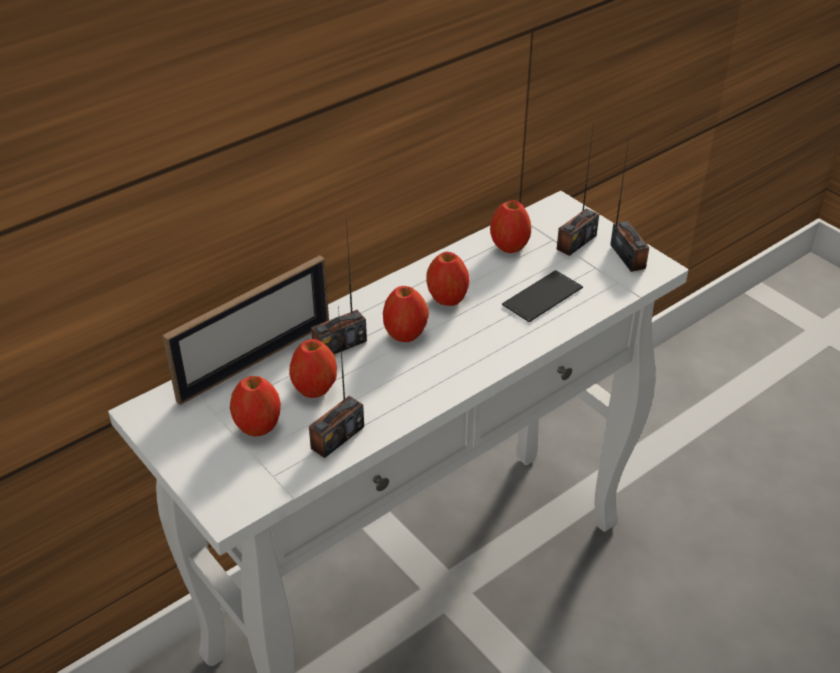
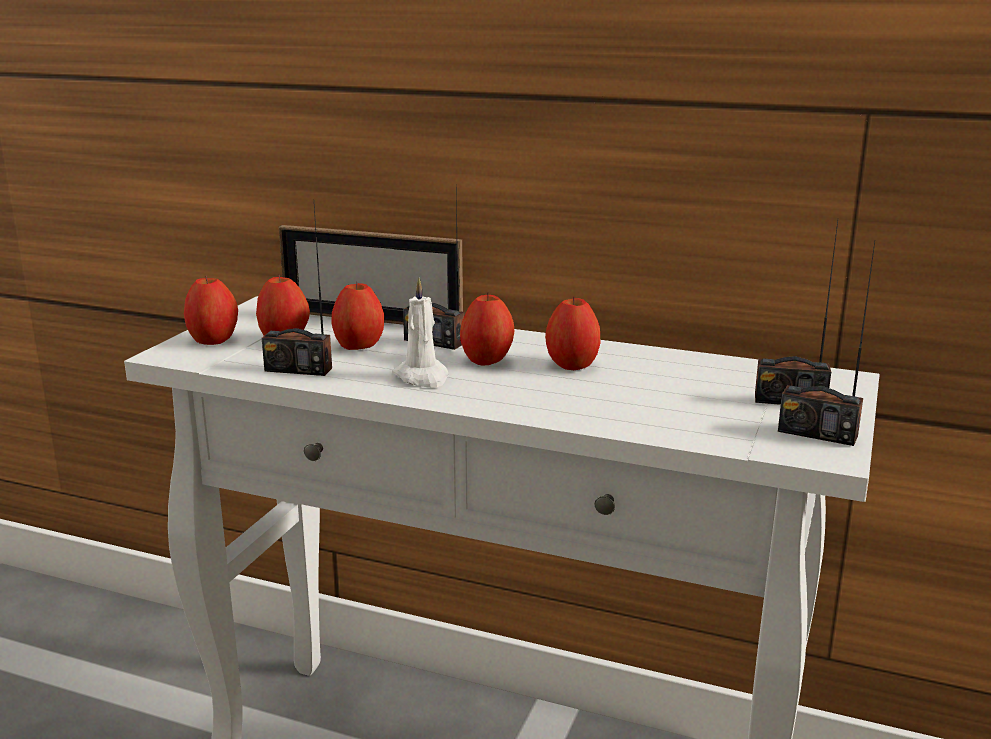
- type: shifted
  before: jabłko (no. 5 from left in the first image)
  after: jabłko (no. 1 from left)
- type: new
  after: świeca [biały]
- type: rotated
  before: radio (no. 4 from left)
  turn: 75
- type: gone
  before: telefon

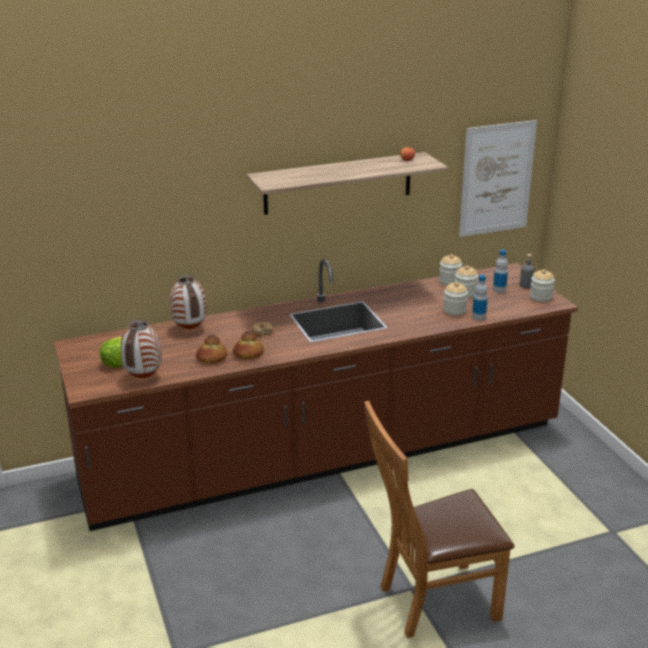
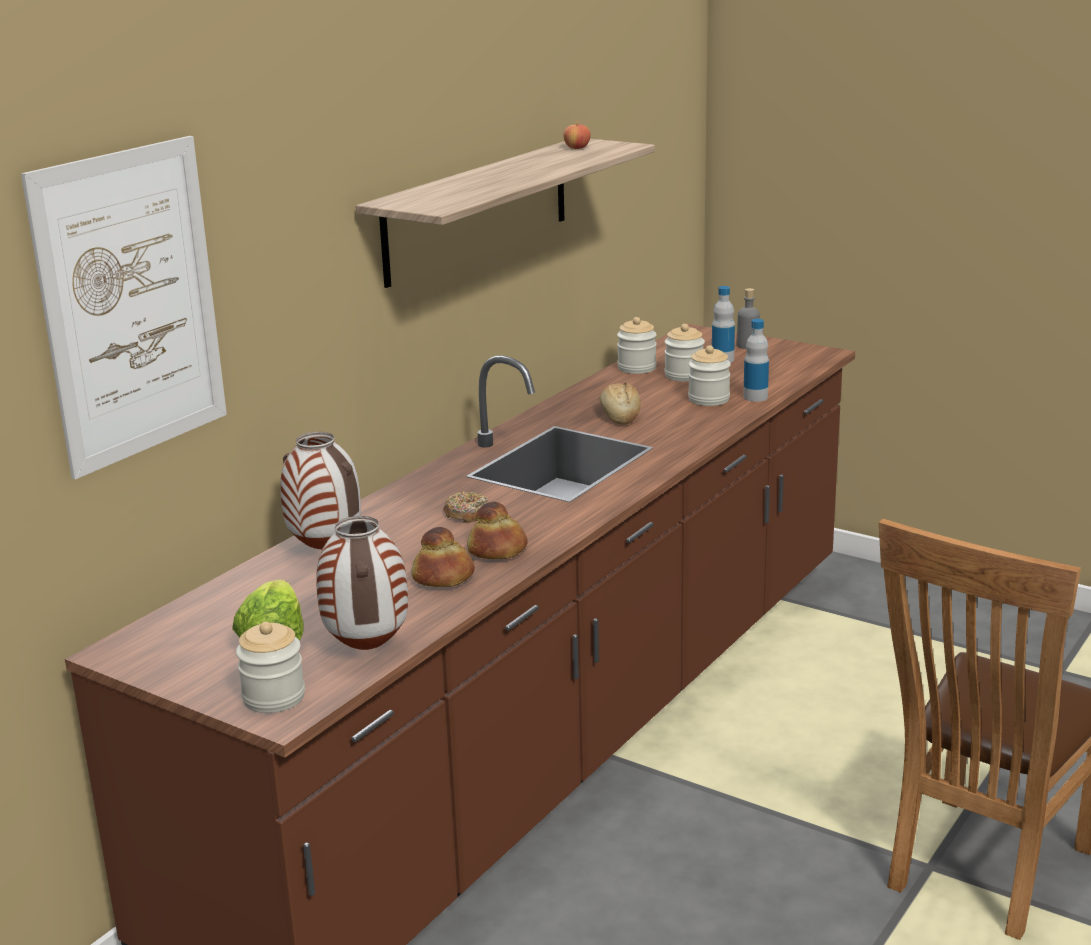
- type: shifted
  before: obraz
- type: shifted
  before: słoik (no. 4 from left in the first image)
  after: słoik (no. 1 from left)
- type: new
  after: chleb (no. 3 from left)

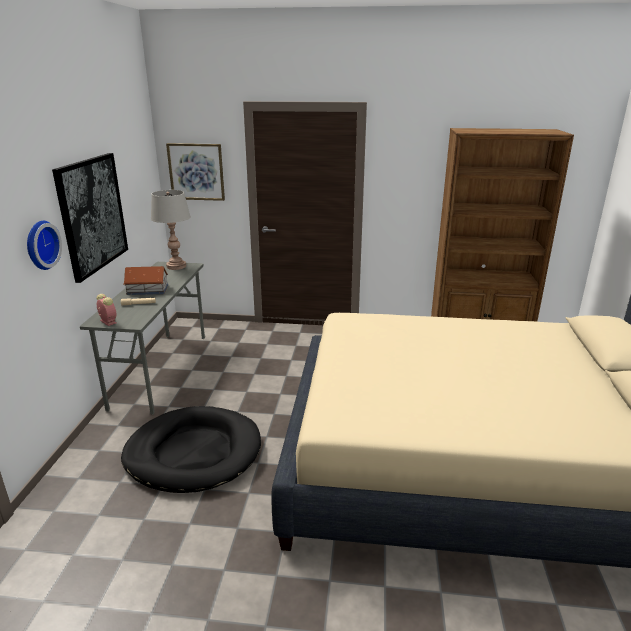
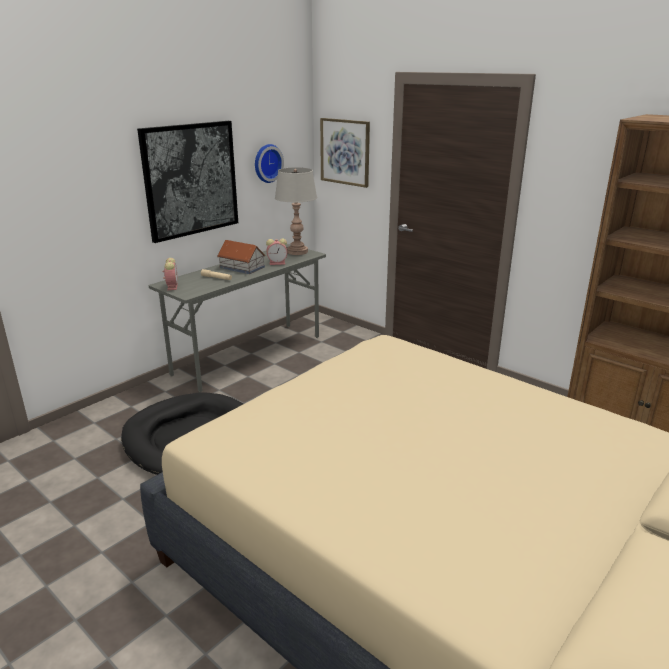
- type: shifted
  before: zegar ścienny
- type: new
  after: budzik (no. 2 from left)

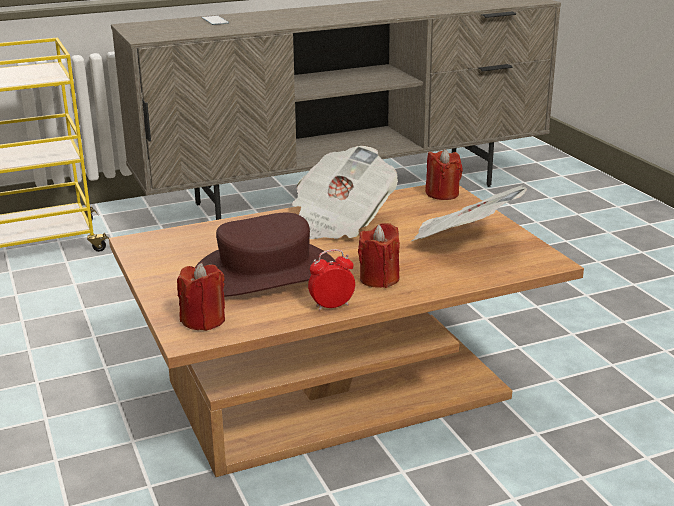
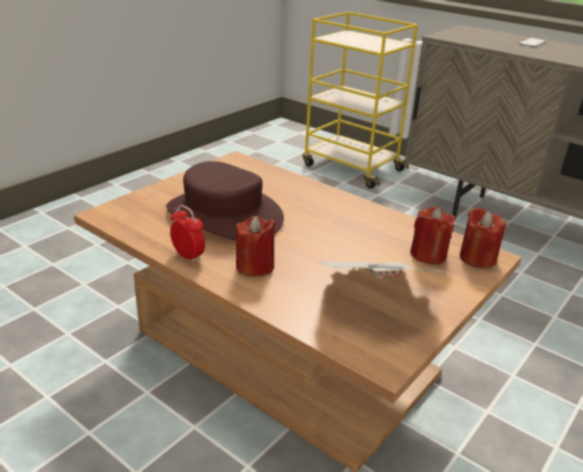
- type: shifted
  before: świeca [czerwony] (no. 1 from left in the first image)
  after: świeca [czerwony] (no. 2 from left)
- type: gone
  before: gazeta (no. 1 from left)

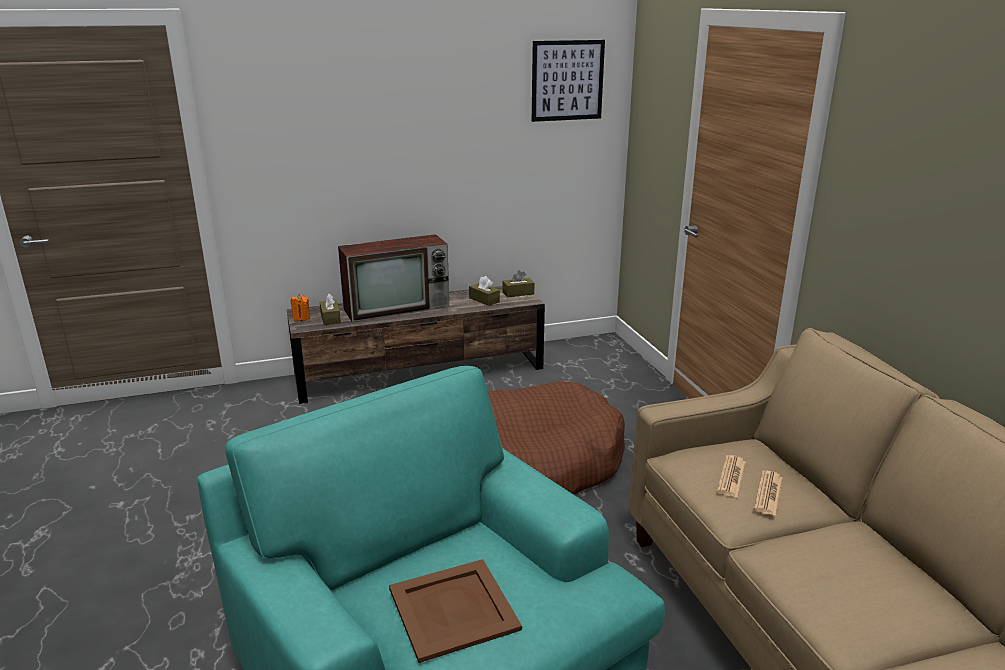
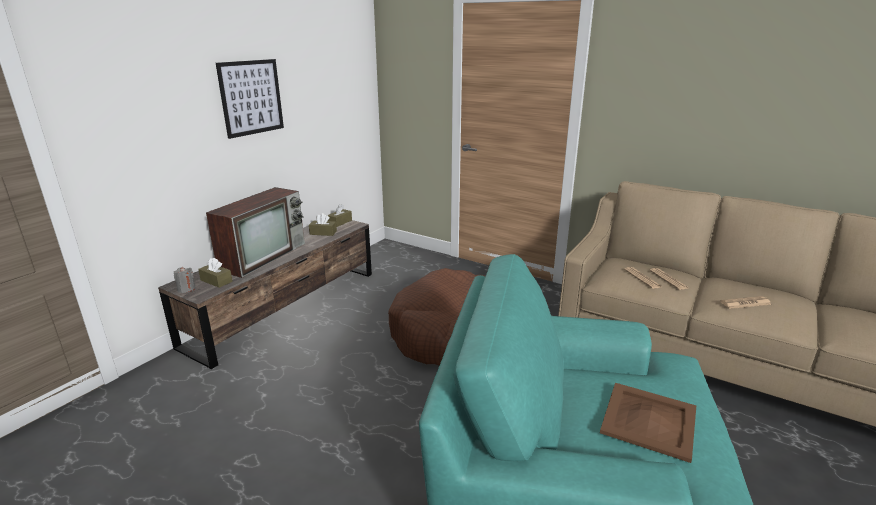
- type: repainted
  before: świeca [pomarańczowy]
  after: świeca [szary]
- type: shifted
  before: obraz
- type: new
  after: gazeta (no. 3 from left)

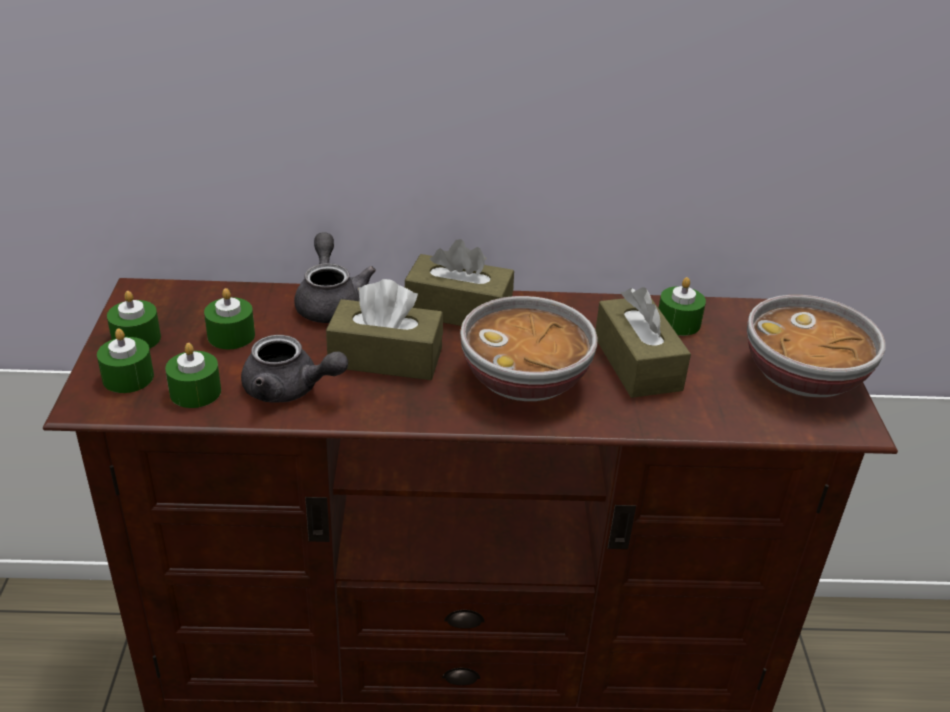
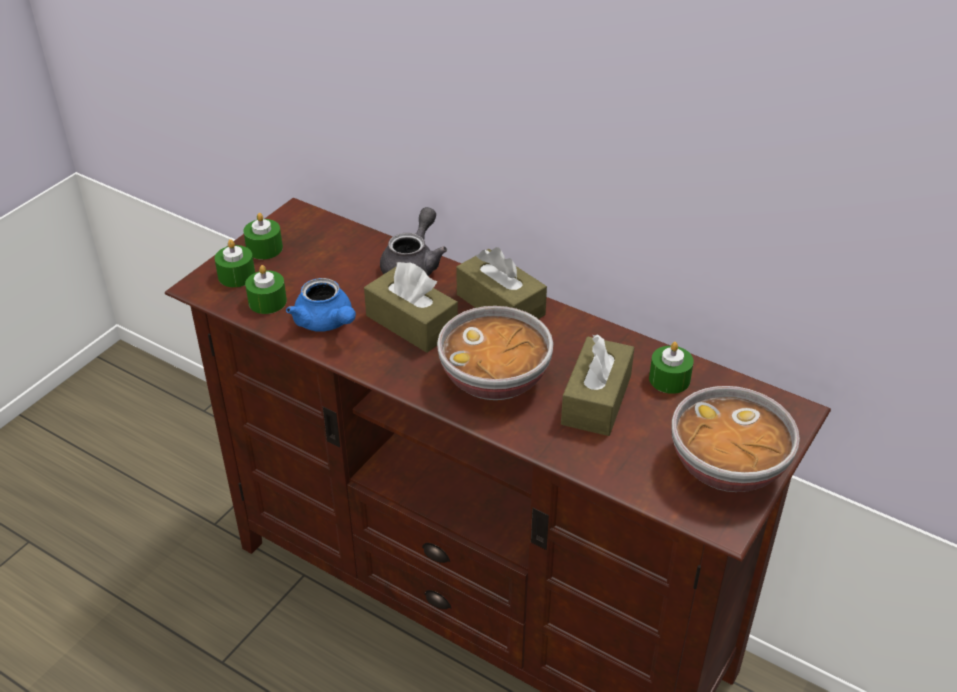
- type: repainted
  before: imbryk [szary] (no. 1 from left)
  after: imbryk [niebieski]
- type: gone
  before: świeca [zielony] (no. 4 from left)

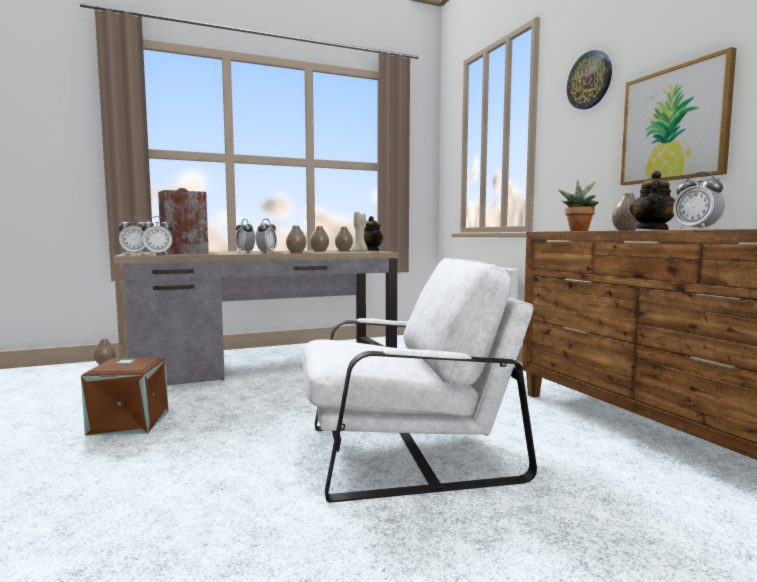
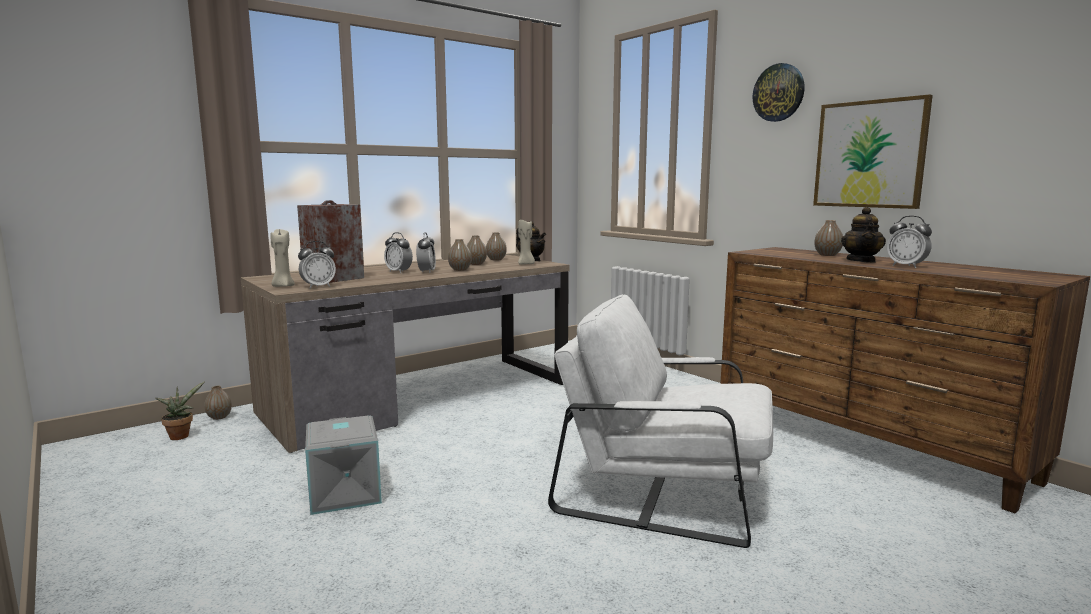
- type: shifted
  before: roślina doniczkowa
- type: swapped
  before: budzik (no. 1 from left)
  after: świeca [beżowy] (no. 1 from left)
- type: repainted
  before: pojemnik do przechowywania [brązowy]
  after: pojemnik do przechowywania [szary]
- type: rotated
  before: fotel [biały]
  turn: -135

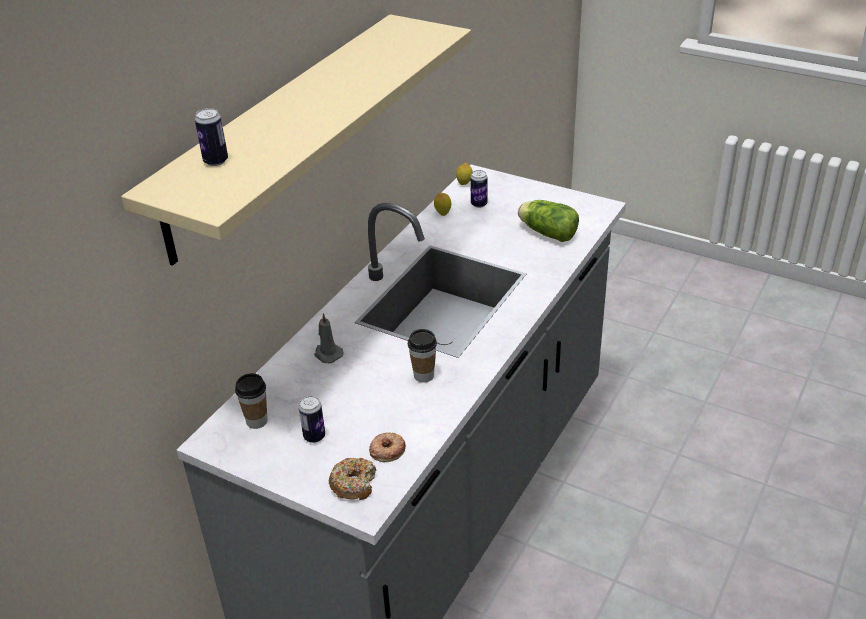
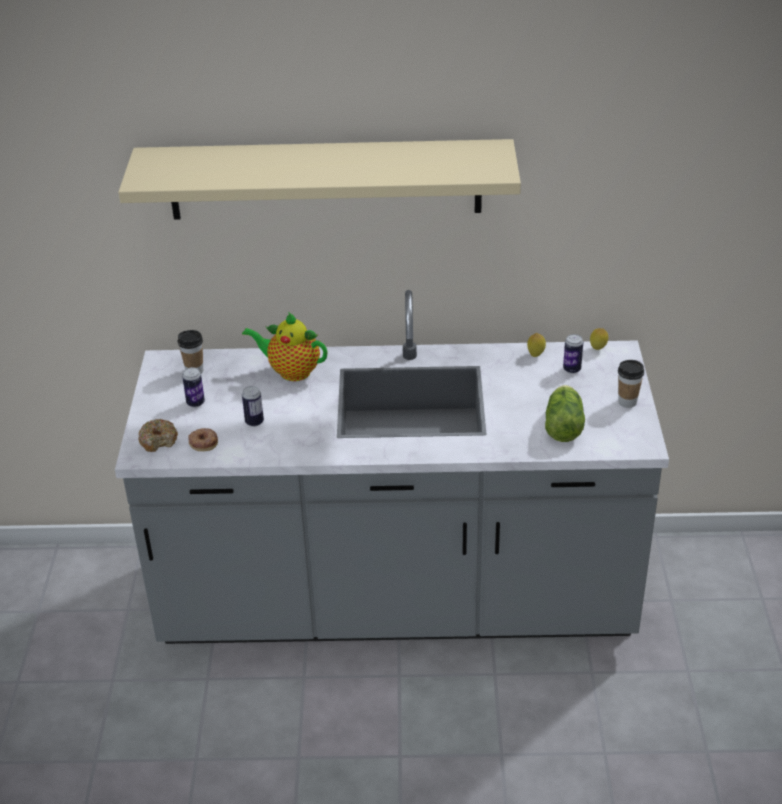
- type: swapped
  before: świeca [szary]
  after: imbryk
- type: shifted
  before: puszka (no. 1 from left in the first image)
  after: puszka (no. 2 from left)
- type: shifted
  before: filiżanka (no. 2 from left)

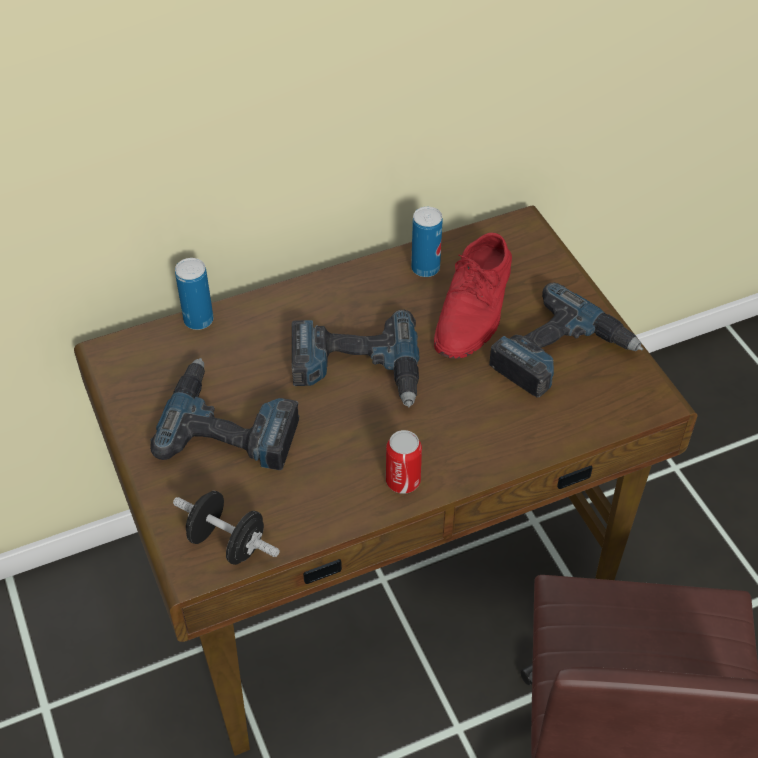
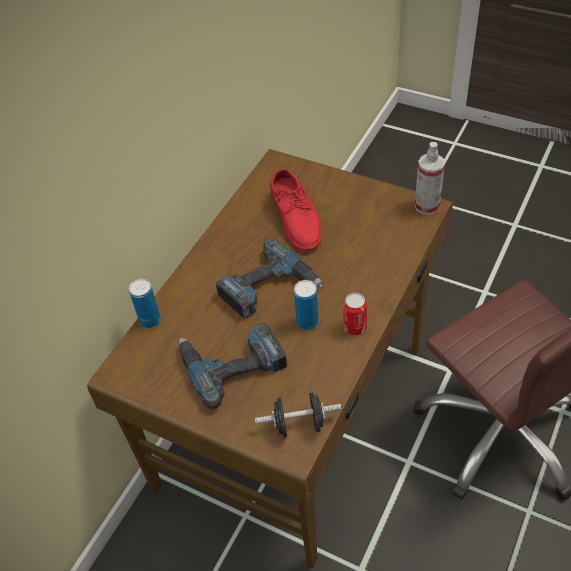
- type: shifted
  before: puszka (no. 3 from left in the first image)
  after: puszka (no. 2 from left)
- type: new
  after: spryskiwacz
- type: gone
  before: wiertarka (no. 3 from left)

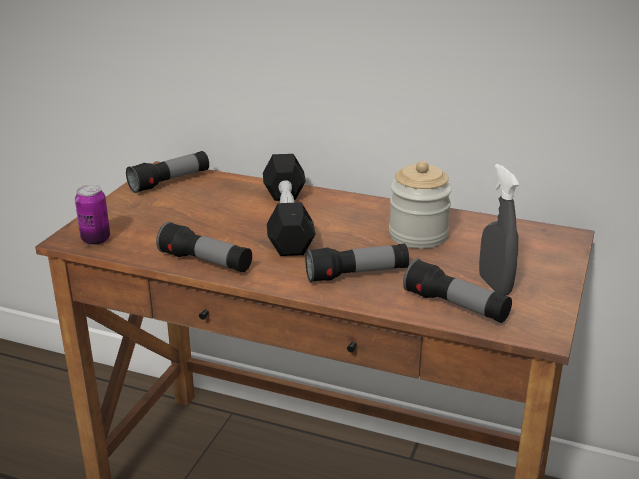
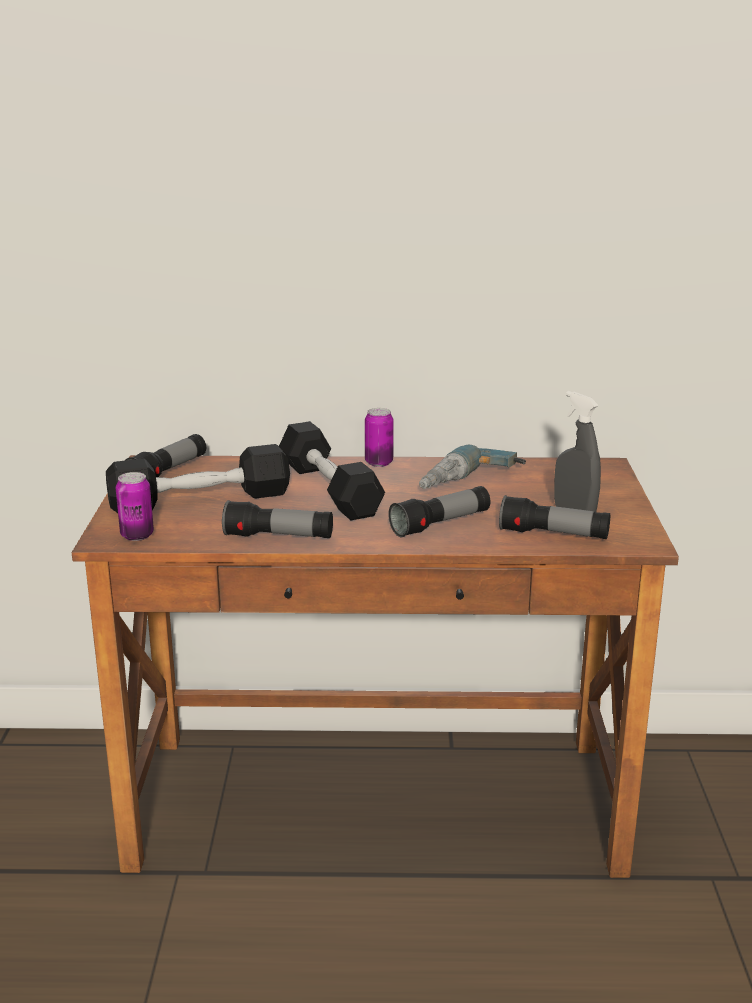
- type: new
  after: hantel [czarny] (no. 1 from left)
- type: new
  after: puszka (no. 2 from left)
- type: swapped
  before: słoik
  after: wiertarka

